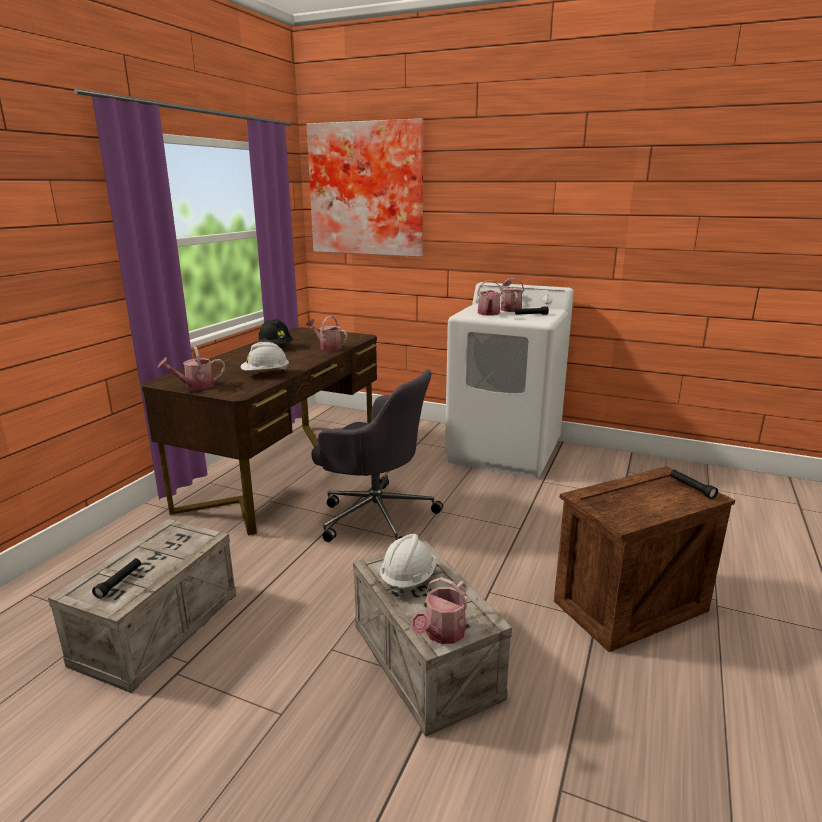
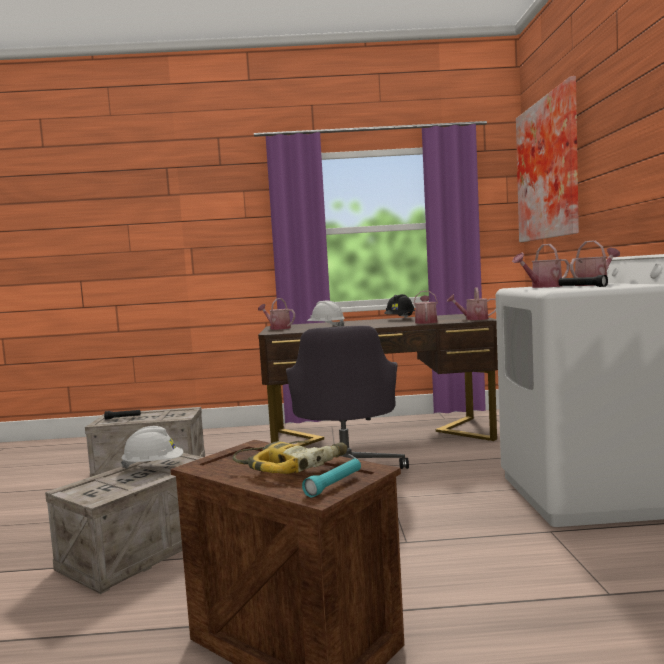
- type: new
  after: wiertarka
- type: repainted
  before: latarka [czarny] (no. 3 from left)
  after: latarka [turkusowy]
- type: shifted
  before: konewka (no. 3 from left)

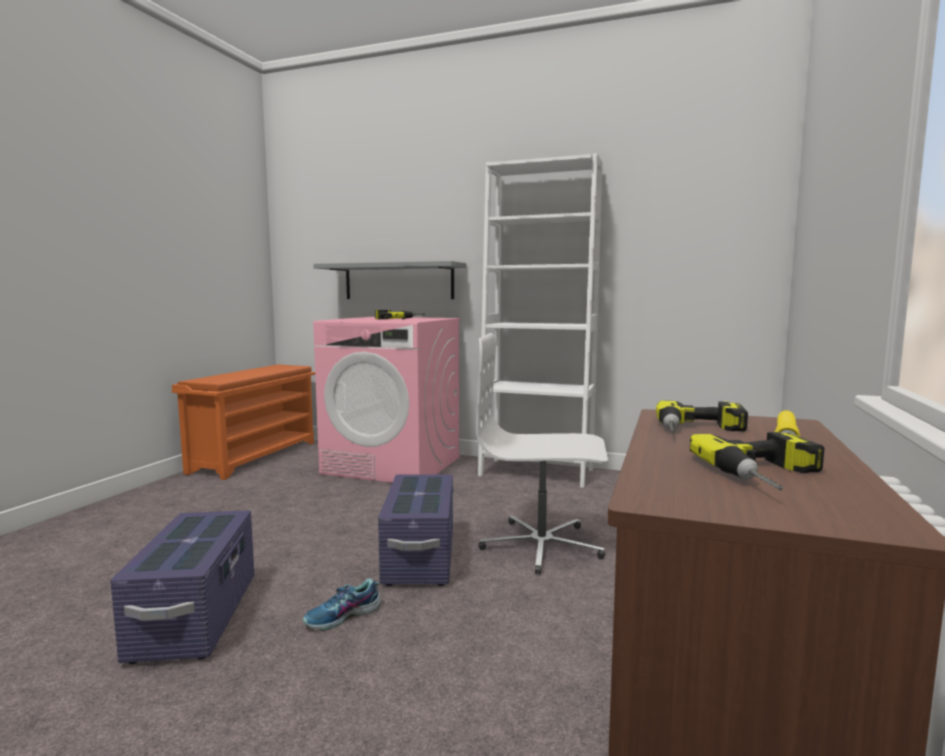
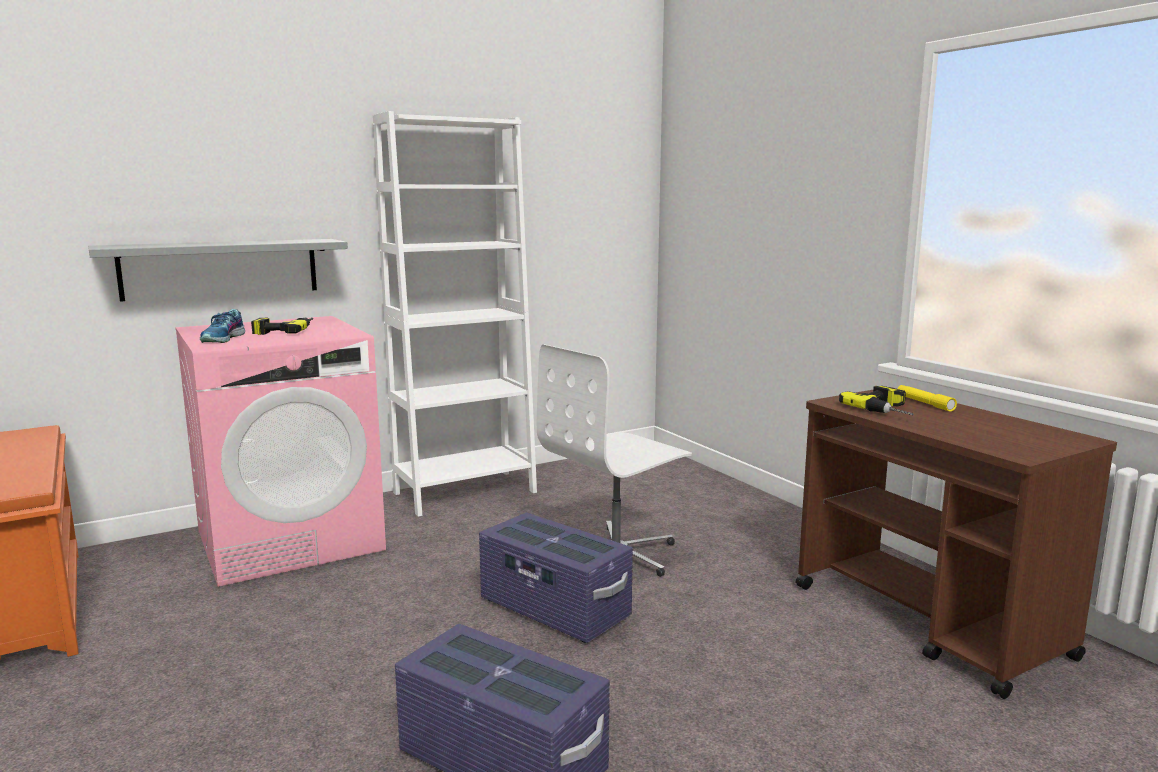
- type: shifted
  before: but
- type: gone
  before: wiertarka (no. 3 from left)

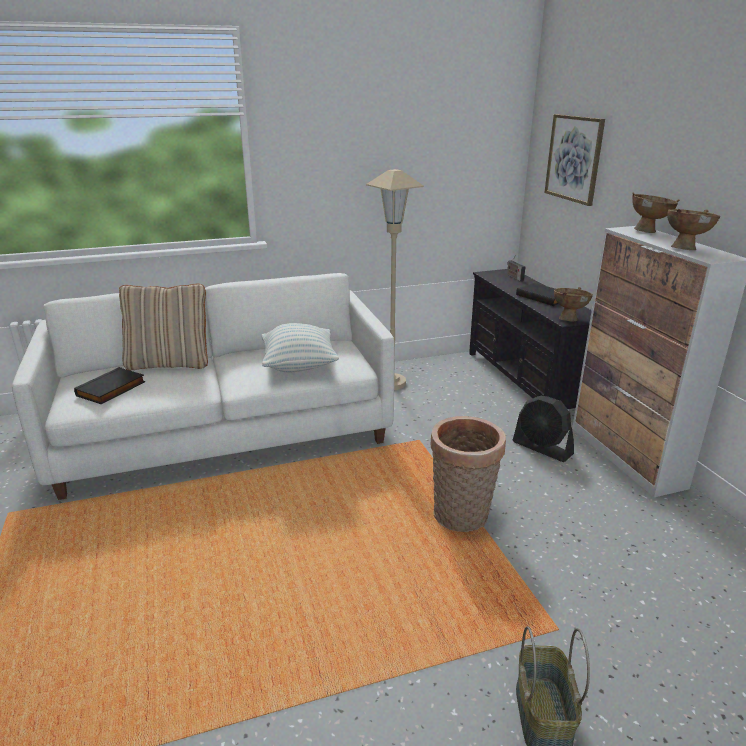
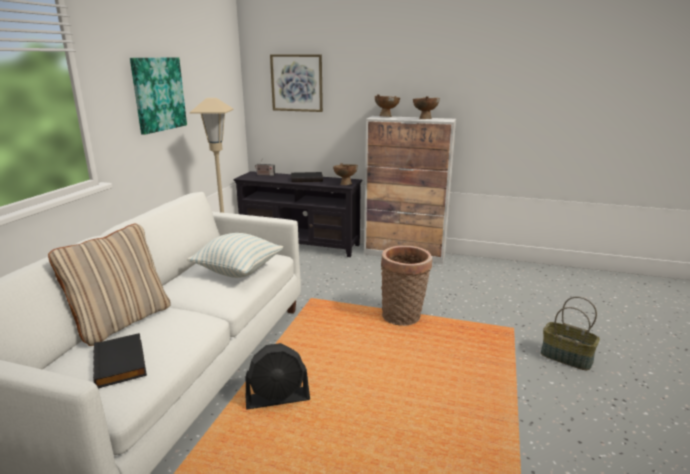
- type: new
  after: obraz (no. 1 from left)
- type: shifted
  before: wentylator [czarny]

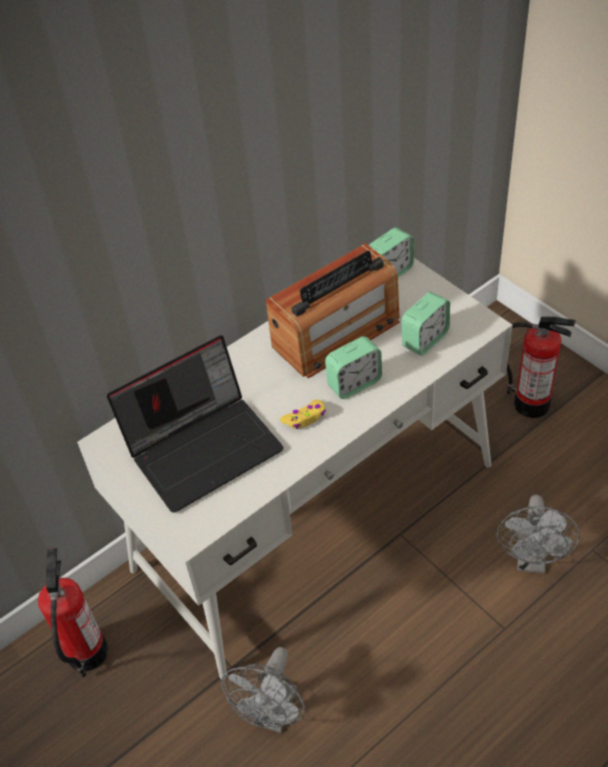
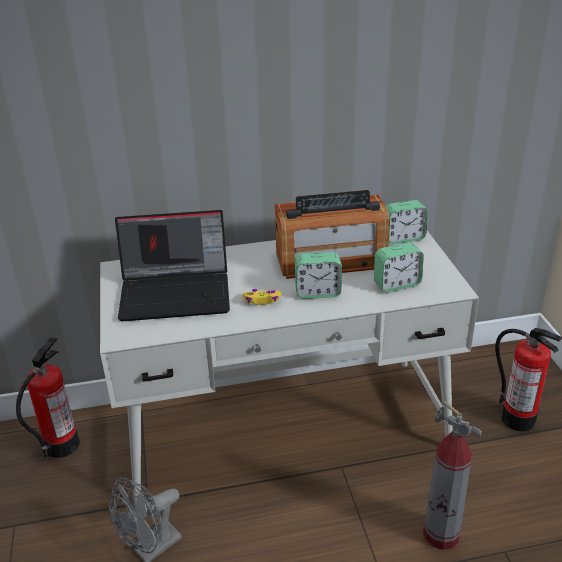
- type: swapped
  before: wentylator [szary] (no. 2 from left)
  after: gaśnica (no. 2 from left)

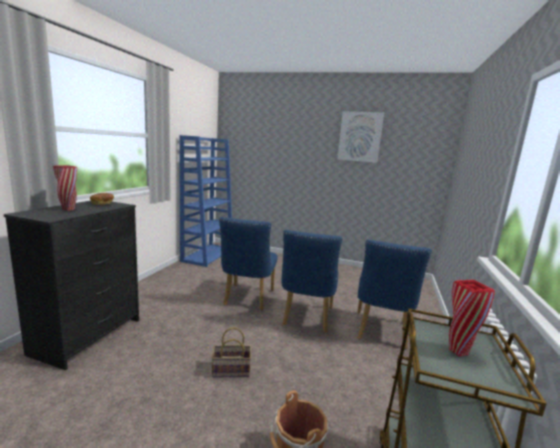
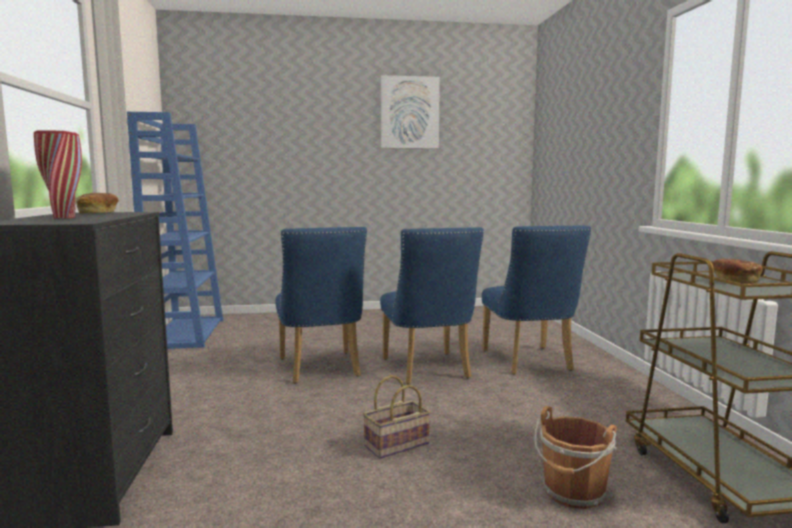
- type: swapped
  before: wazon [czerwony] (no. 2 from left)
  after: chleb (no. 2 from left)

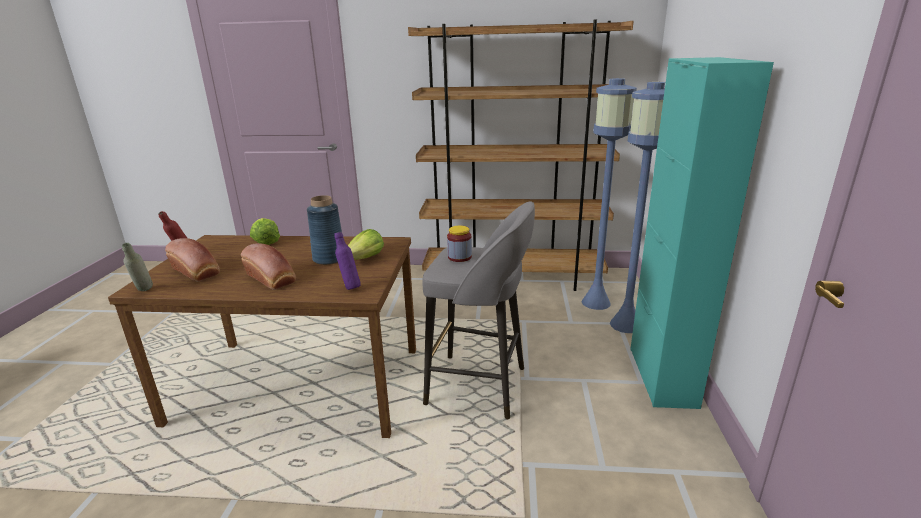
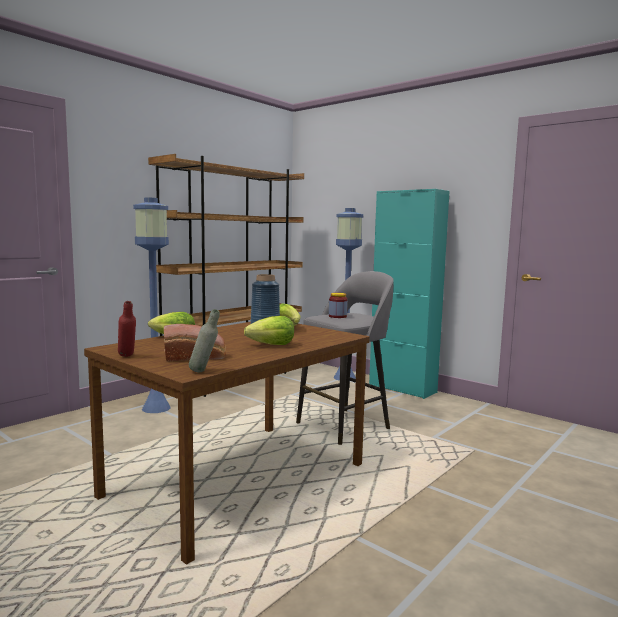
- type: shifted
  before: lampa stojąca [niebieski] (no. 1 from left)
- type: swapped
  before: chleb (no. 2 from left)
  after: sałata (no. 2 from left)
- type: gone
  before: butelka [fioletowy]

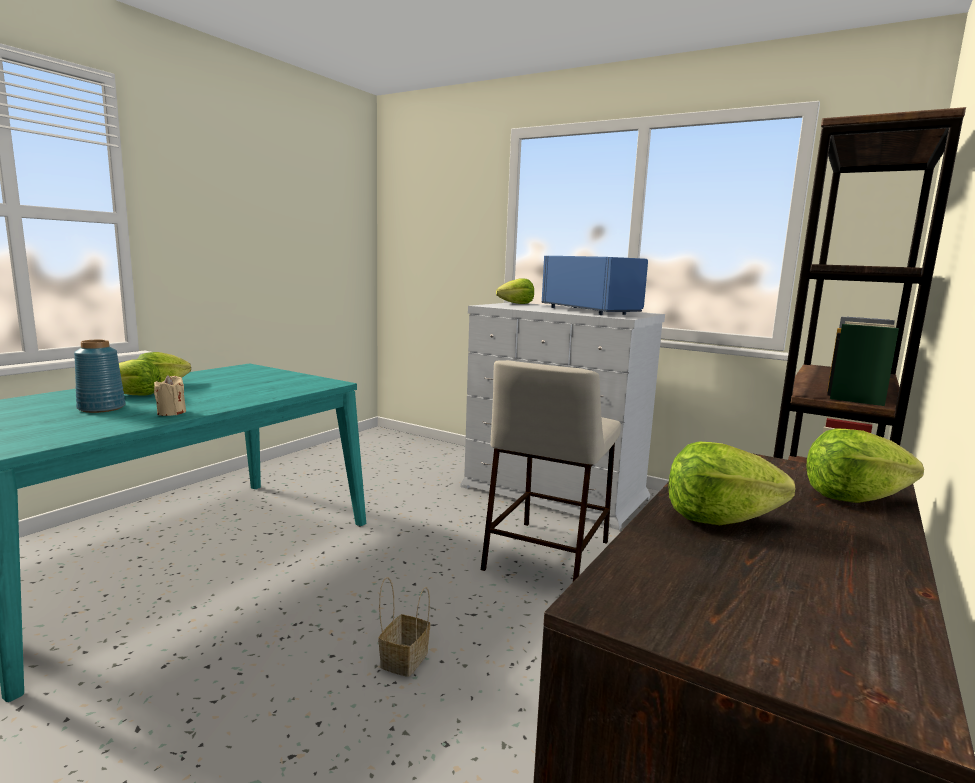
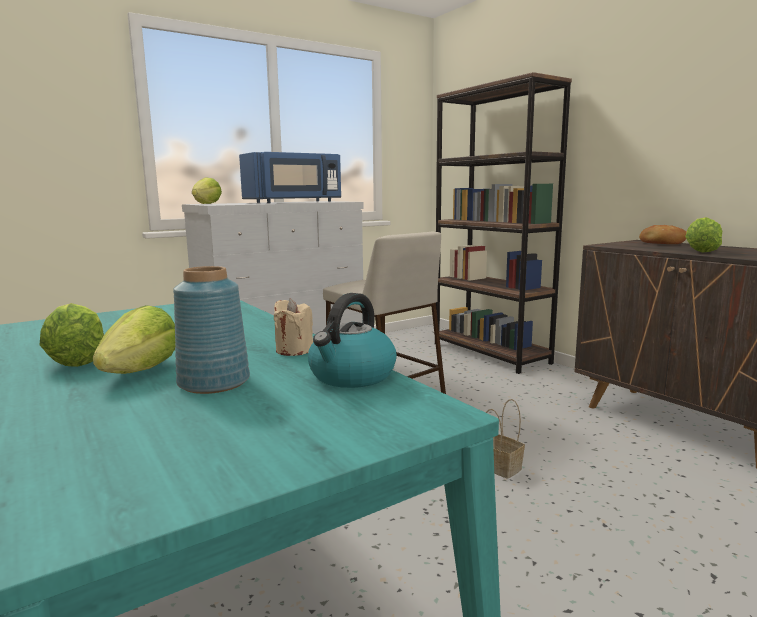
- type: rotated
  before: mikrofalówka [niebieski]
  turn: 150
- type: new
  after: czajnik
- type: swapped
  before: sałata (no. 5 from left)
  after: chleb

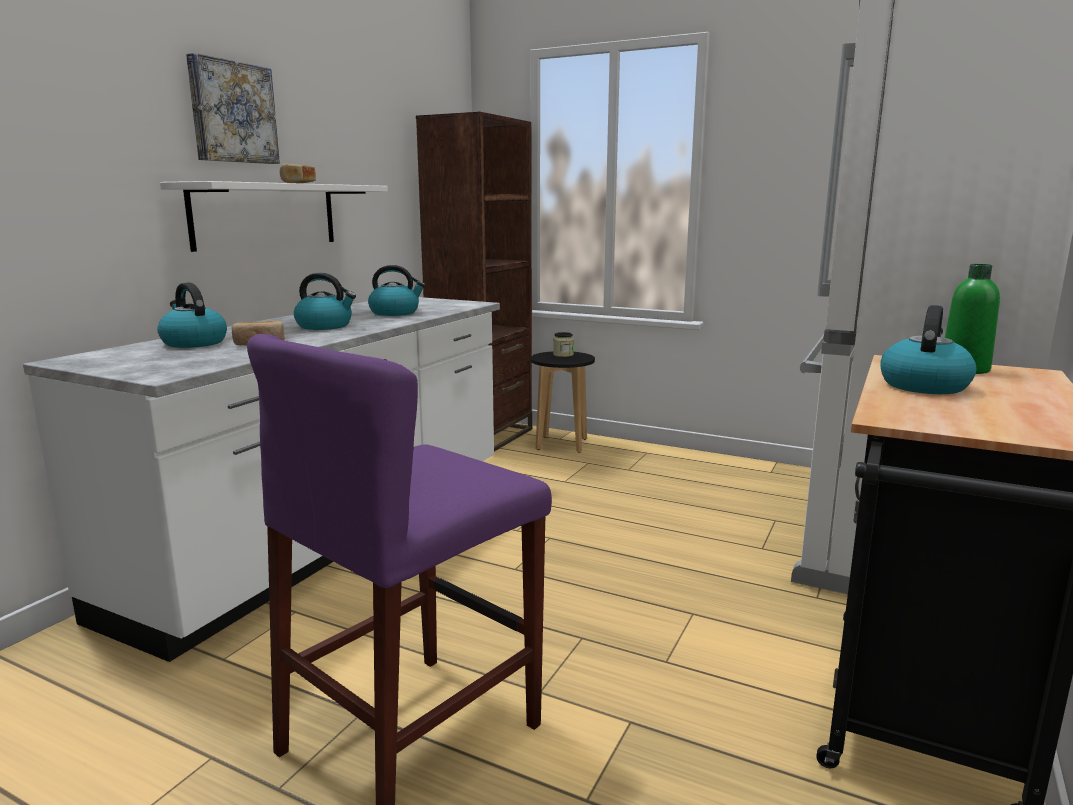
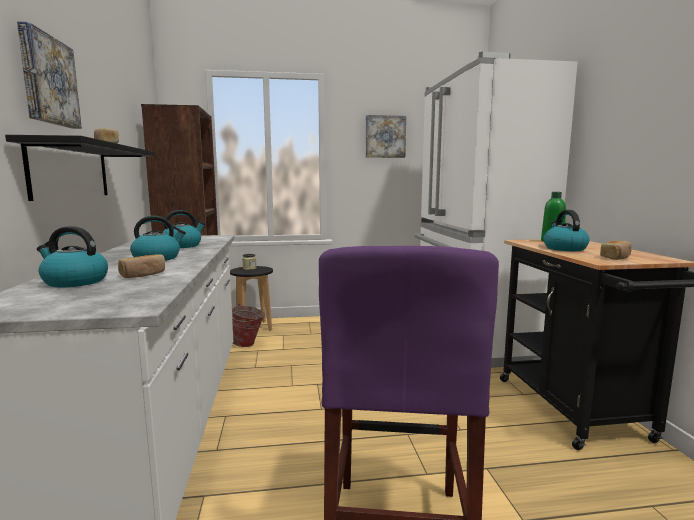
- type: repainted
  before: półka [biały]
  after: półka [czarny]
- type: new
  after: wiadro
- type: new
  after: obraz (no. 2 from left)
- type: new
  after: chleb (no. 3 from left)

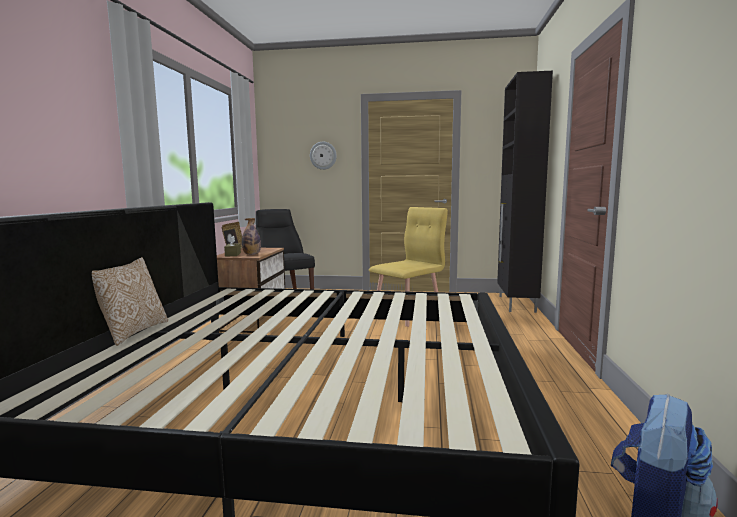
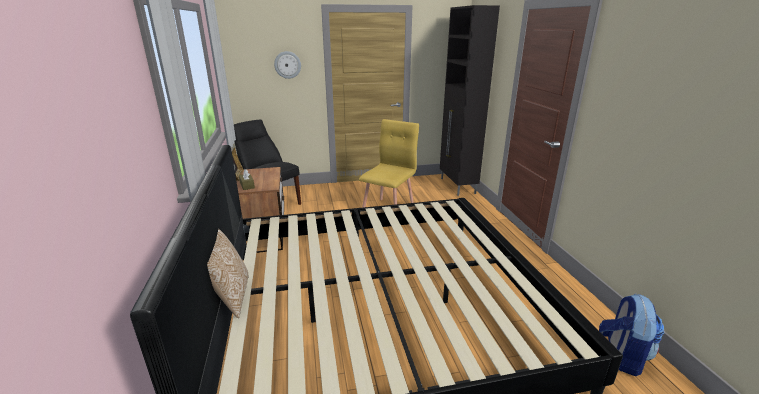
- type: gone
  before: butelka

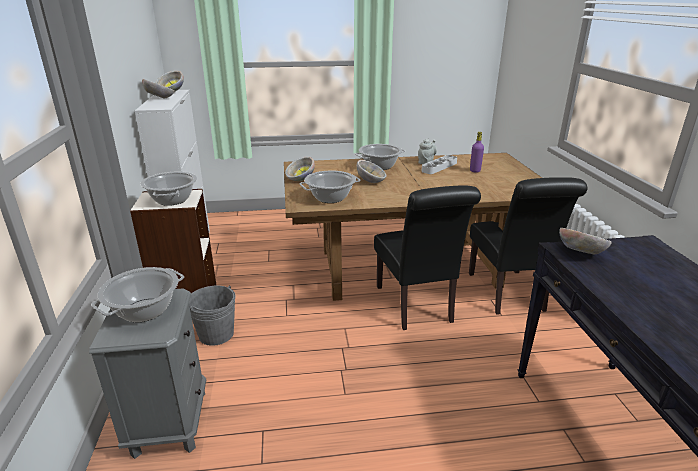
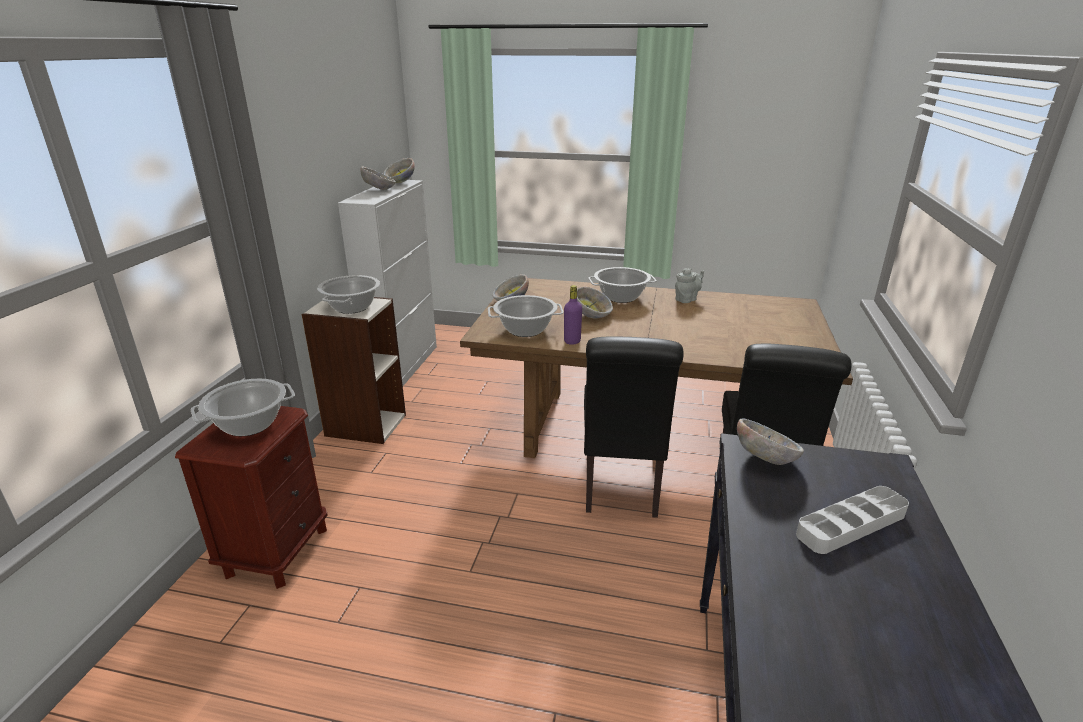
- type: repainted
  before: szafka nocna [szary]
  after: szafka nocna [brązowy]
- type: shifted
  before: butelka [fioletowy]
- type: shifted
  before: taca [szary]
- type: gone
  before: wiadro [szary]

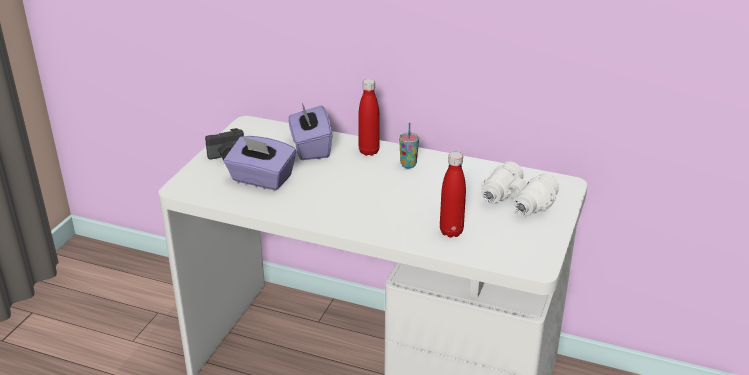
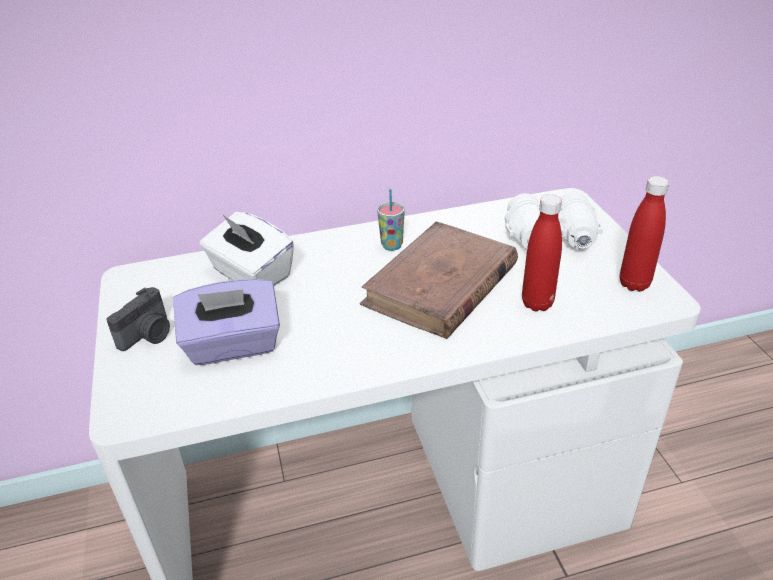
- type: repainted
  before: pudełko chusteczek [fioletowy] (no. 2 from left)
  after: pudełko chusteczek [biały]
- type: new
  after: książka [brązowy]
- type: shifted
  before: butelka [czerwony] (no. 1 from left in the first image)
  after: butelka [czerwony] (no. 2 from left)

